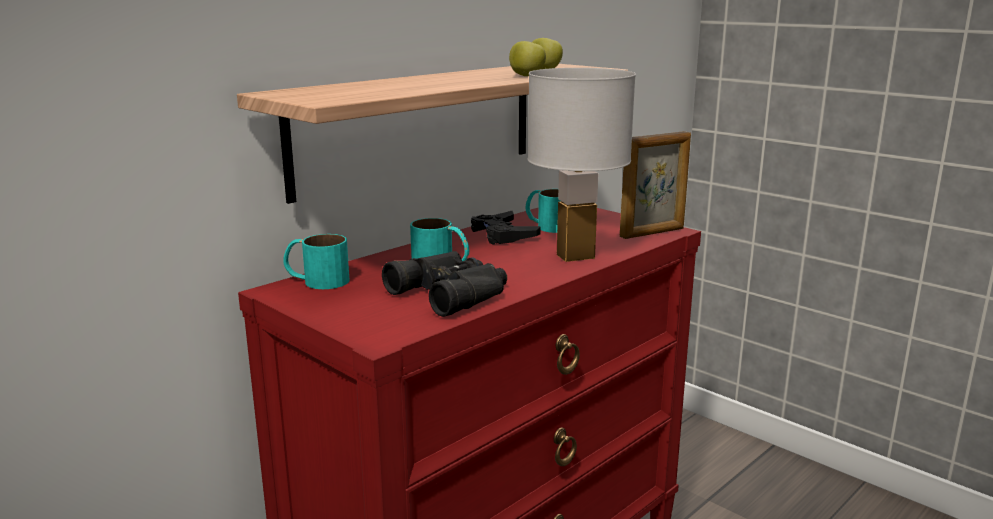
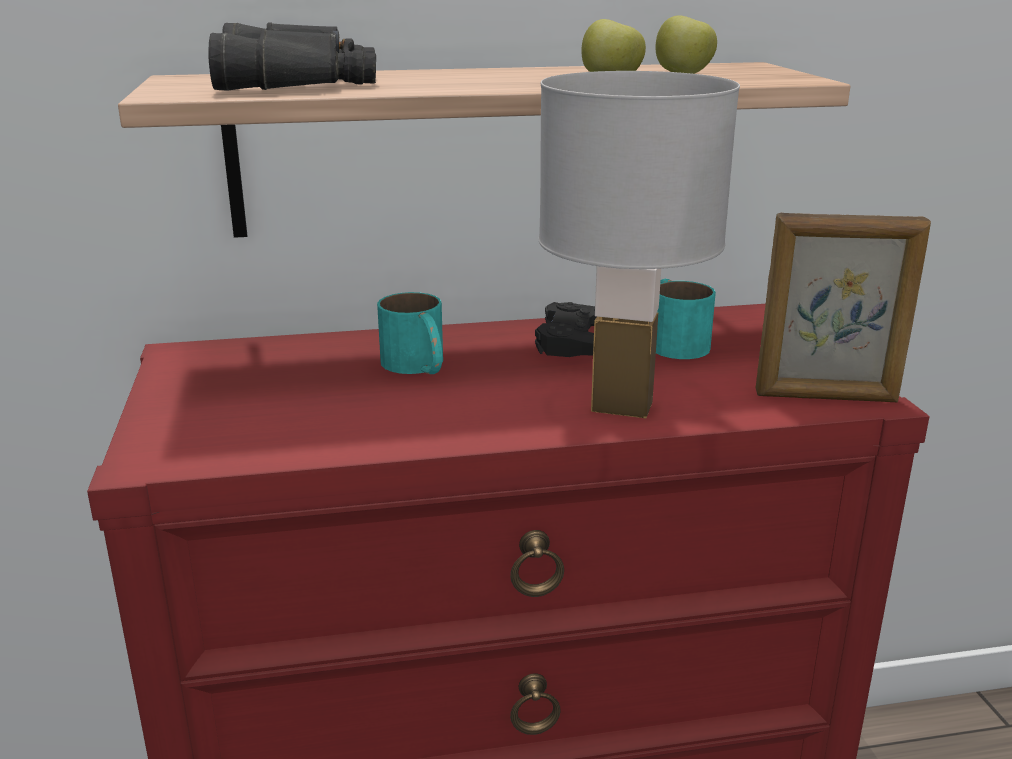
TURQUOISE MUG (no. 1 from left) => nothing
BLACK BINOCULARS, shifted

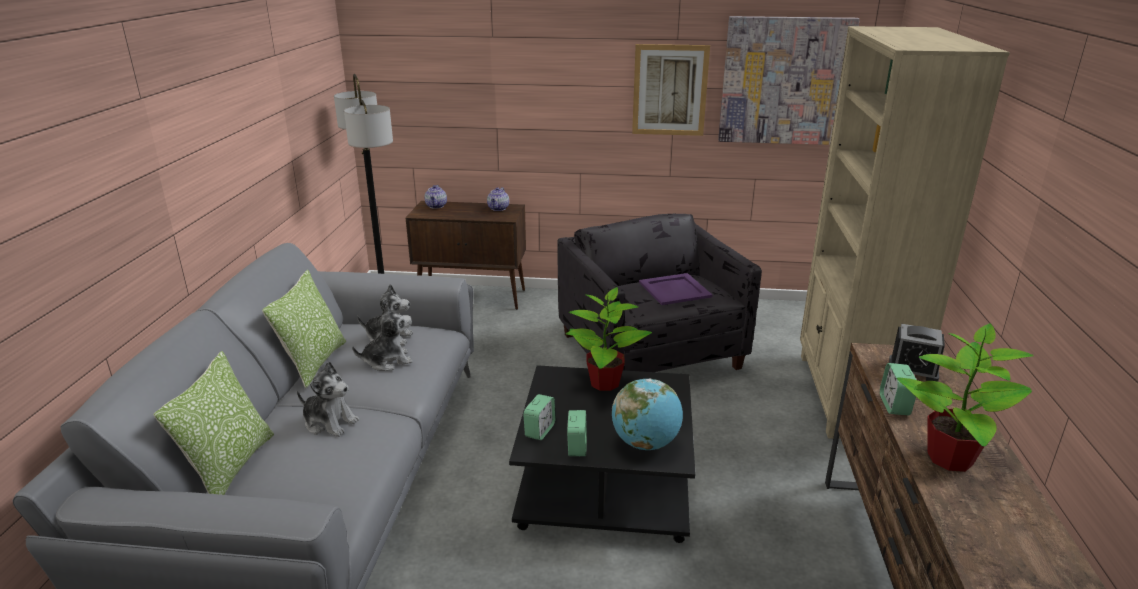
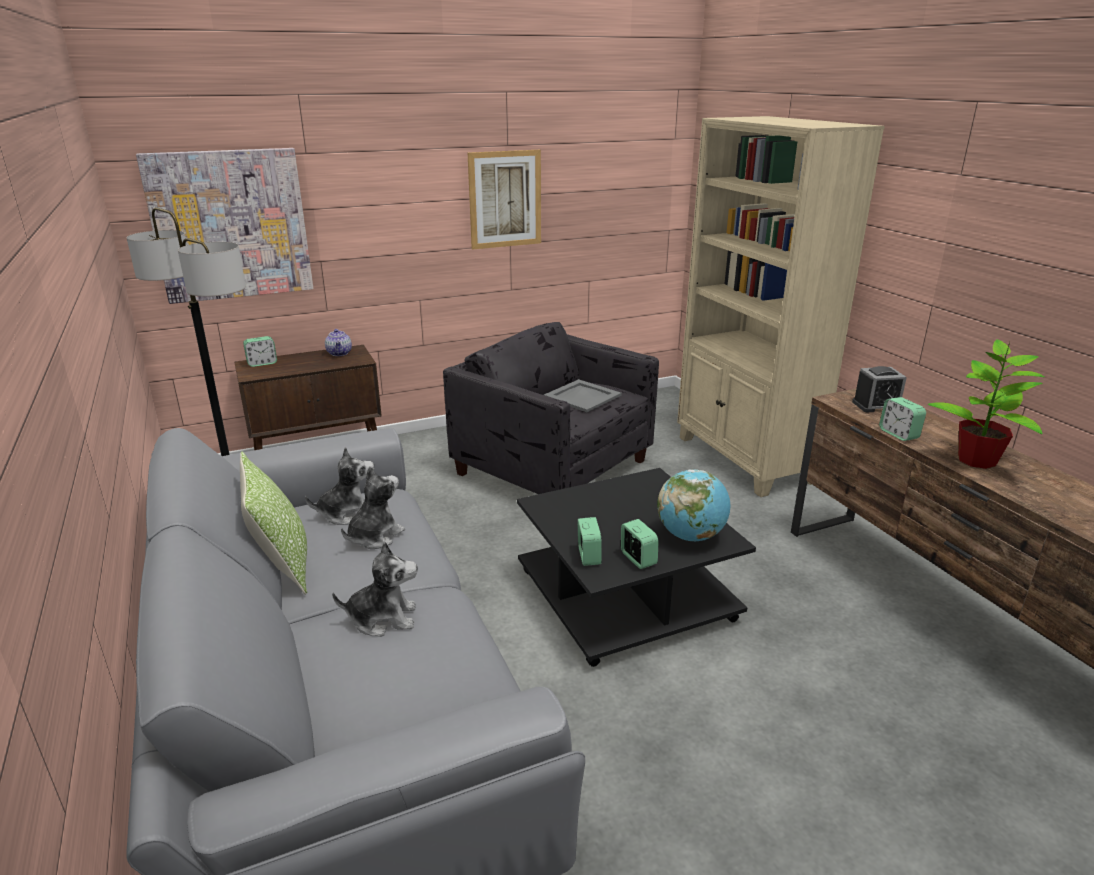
PILLOW (no. 1 from left) => nothing
TEAPOT (no. 1 from left) => ALARM CLOCK (no. 1 from left)
POTTED PLANT (no. 1 from left) => nothing
PURPLE TRAY => GREY TRAY
PICTURE (no. 2 from left in the first image) => PICTURE (no. 1 from left), shifted

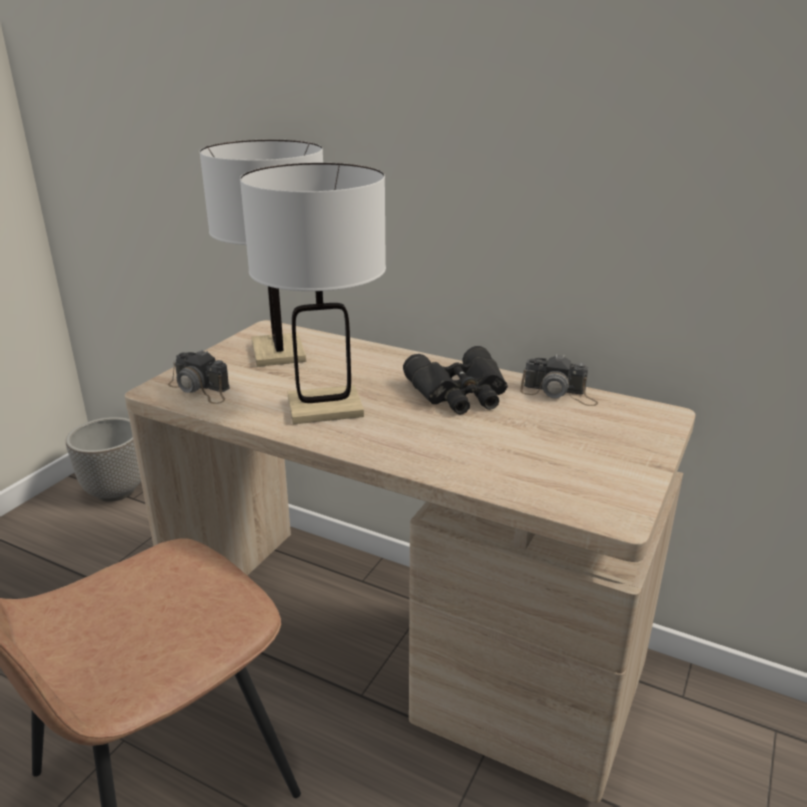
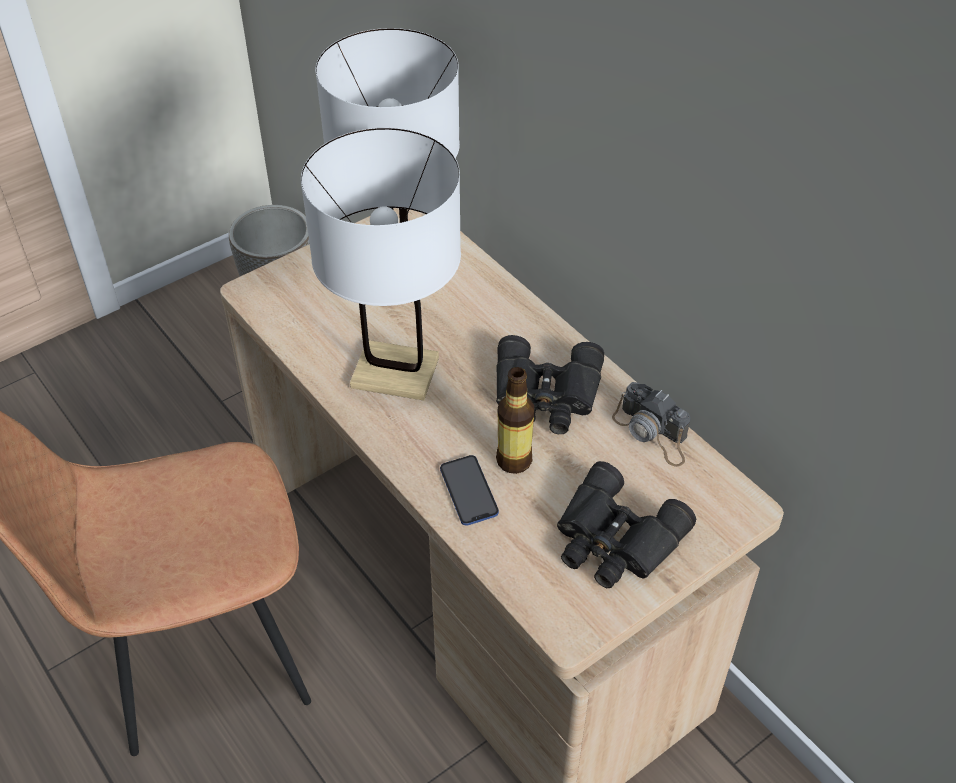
PHOTO CAMERA (no. 1 from left) => nothing
nothing => PHONE
nothing => BOTTLE
nothing => BLACK BINOCULARS (no. 2 from left)

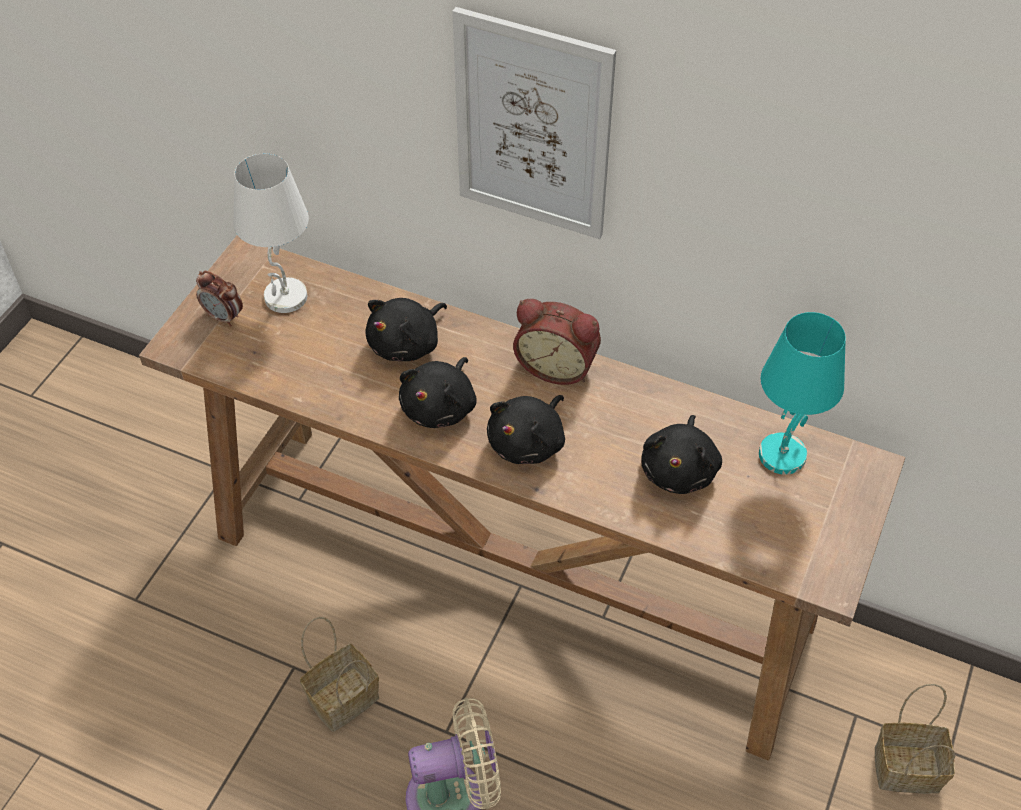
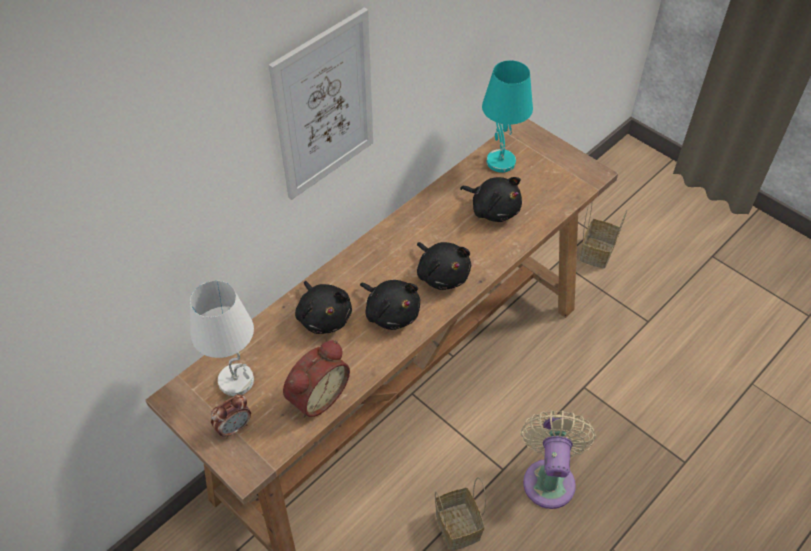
ALARM CLOCK (no. 2 from left), shifted

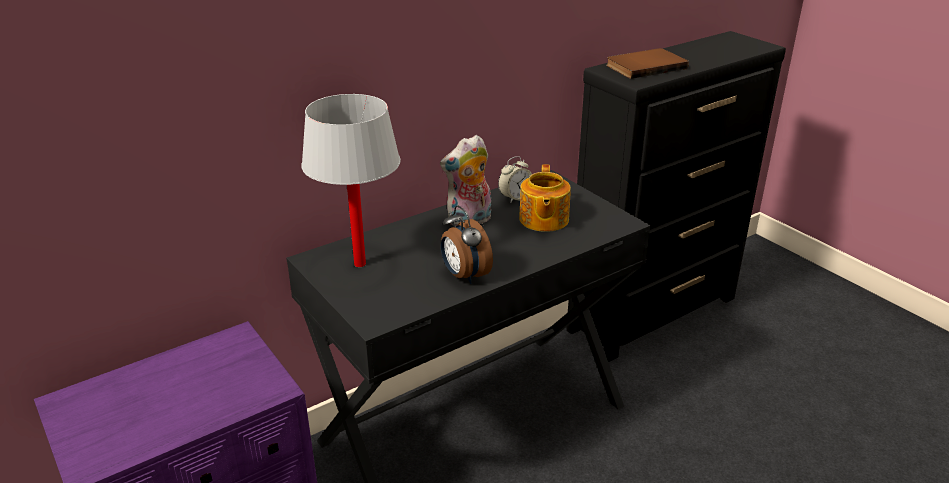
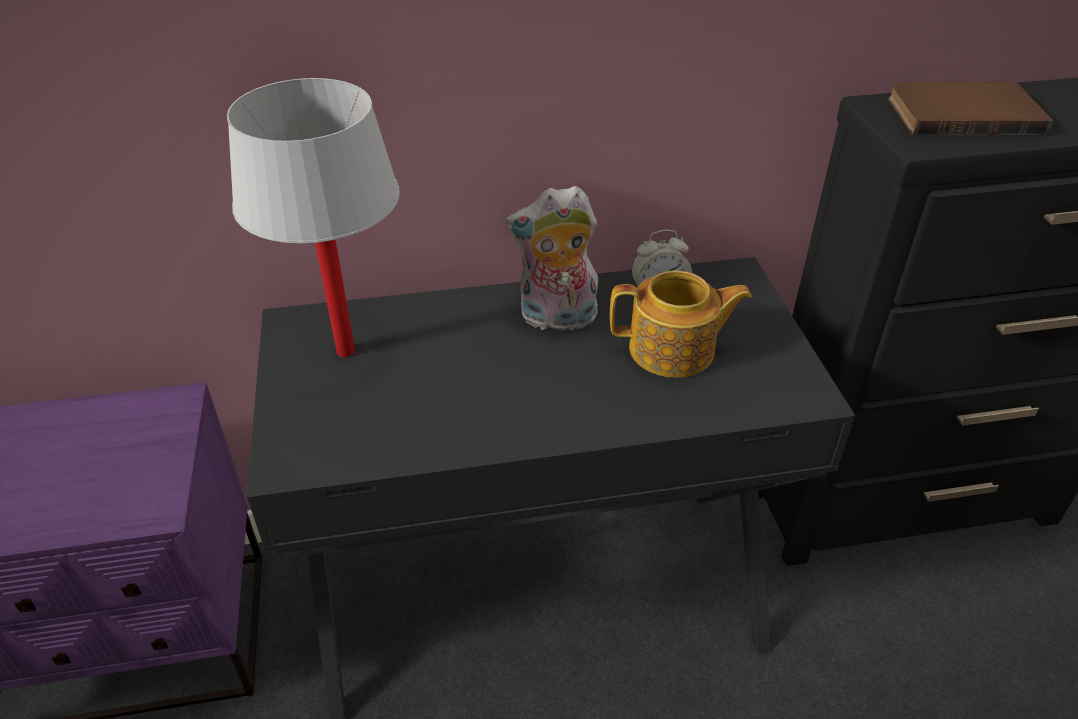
ALARM CLOCK (no. 1 from left) => nothing
TEAPOT, 120 degrees counterclockwise

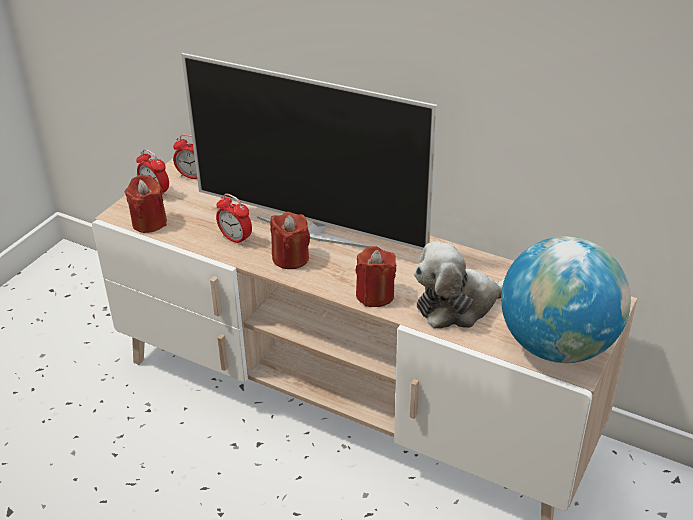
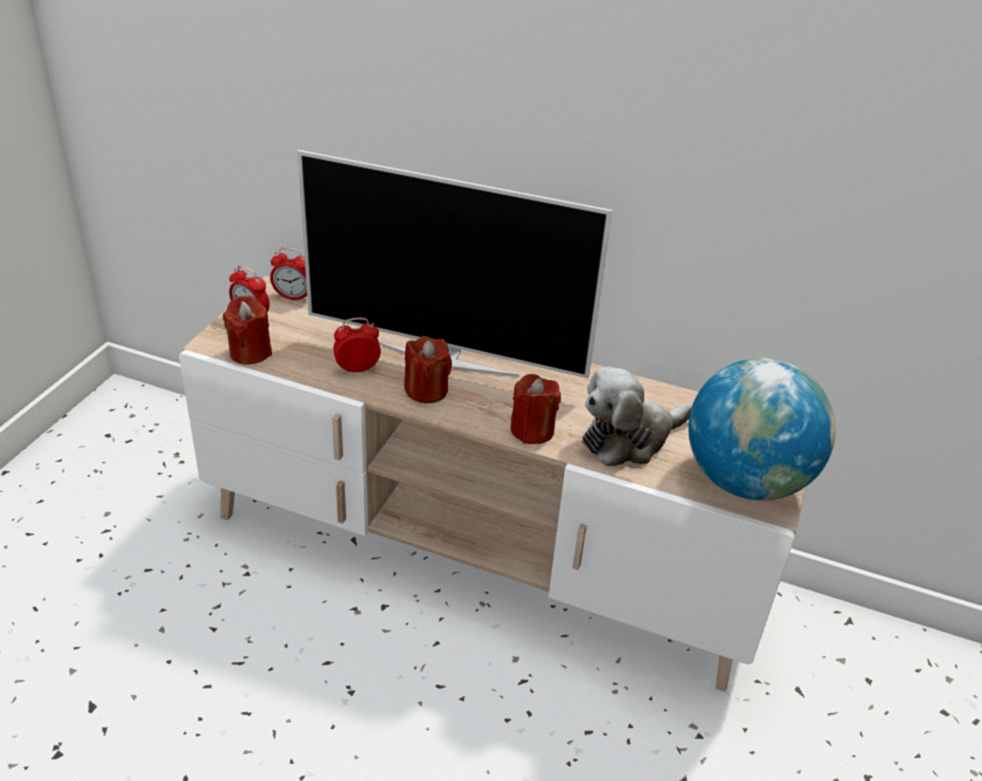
ALARM CLOCK (no. 3 from left), 135 degrees clockwise

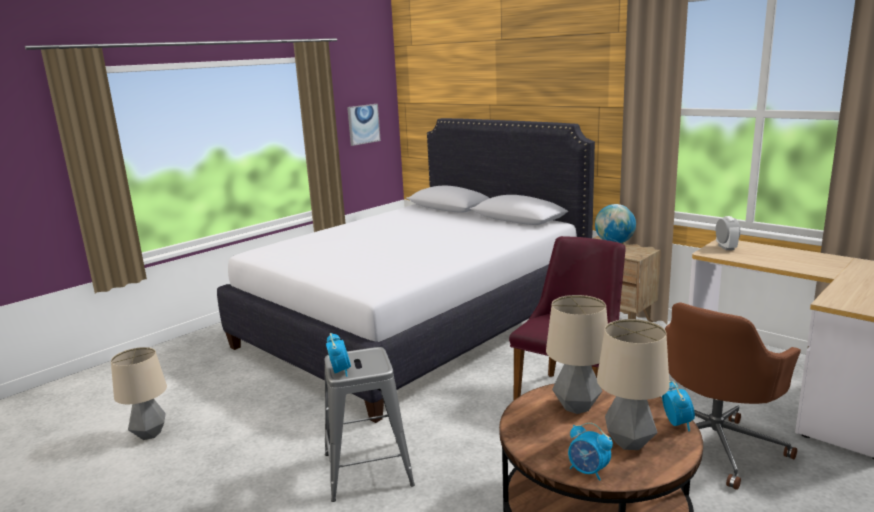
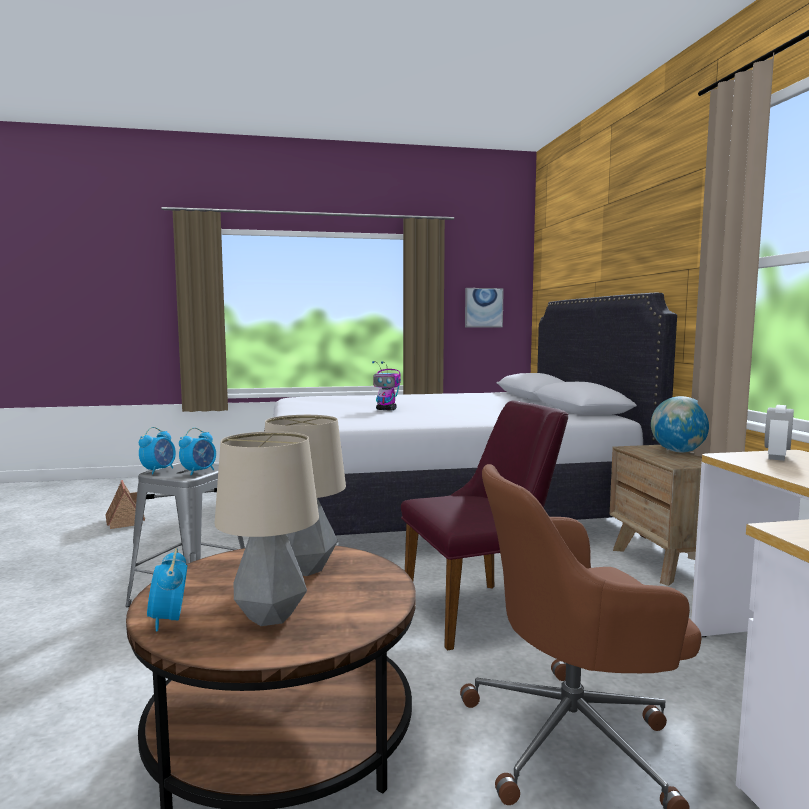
TABLE LAMP (no. 1 from left) => TOY HOUSE
ALARM CLOCK (no. 3 from left), shifted
nothing => TOY ROBOT

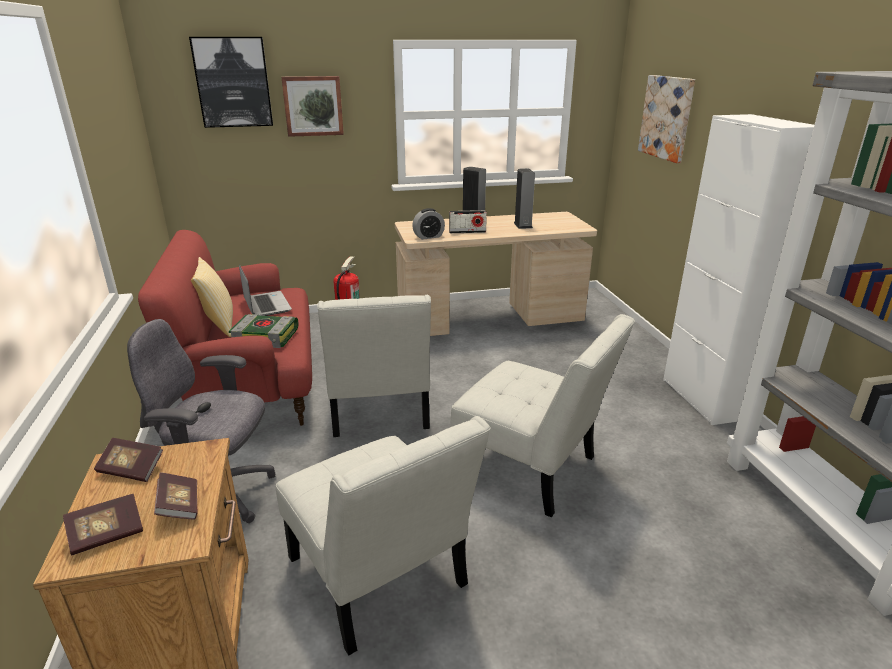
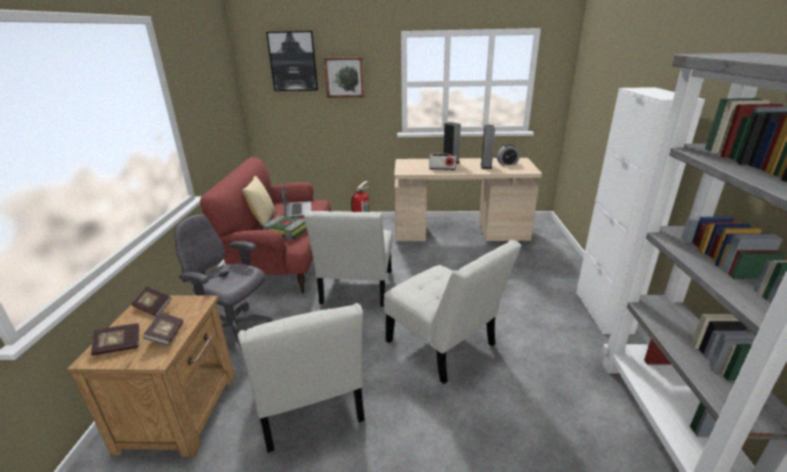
ALARM CLOCK, shifted
PICTURE (no. 3 from left) => nothing

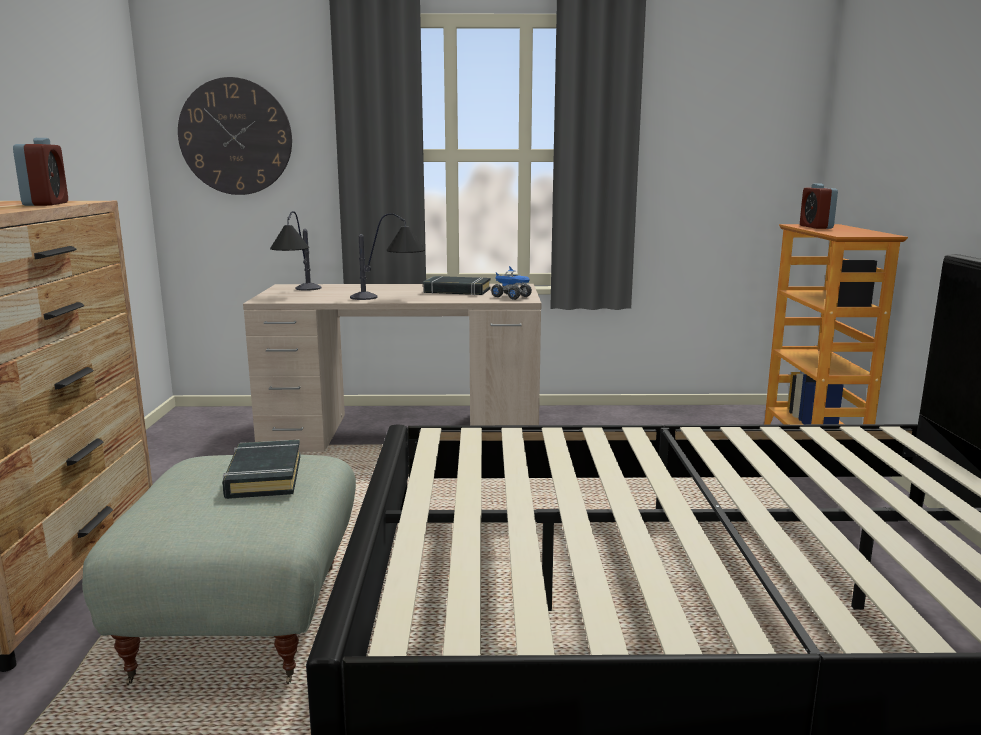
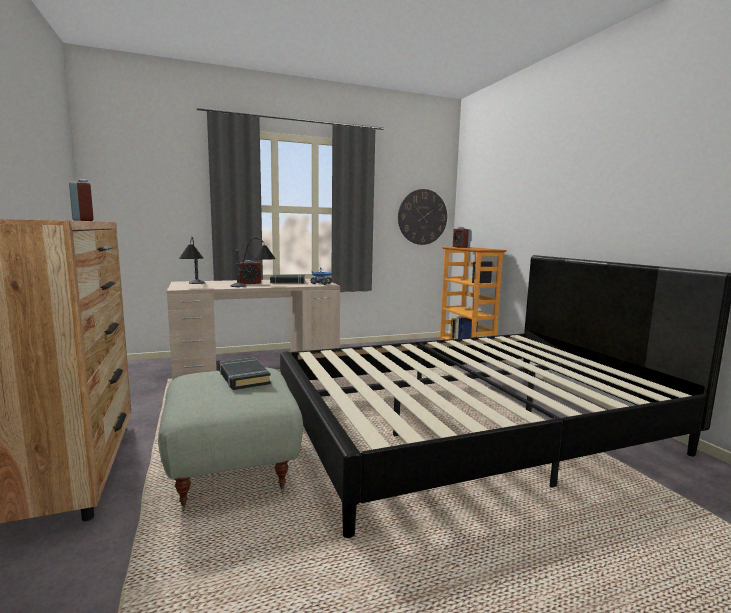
WALL CLOCK, shifted
nothing => ALARM CLOCK (no. 2 from left)

